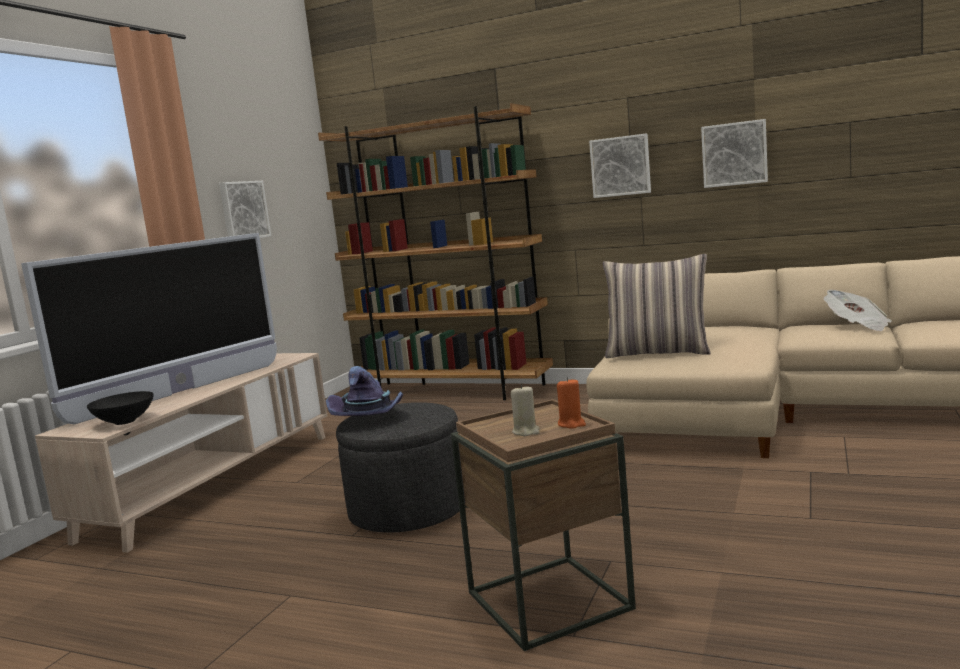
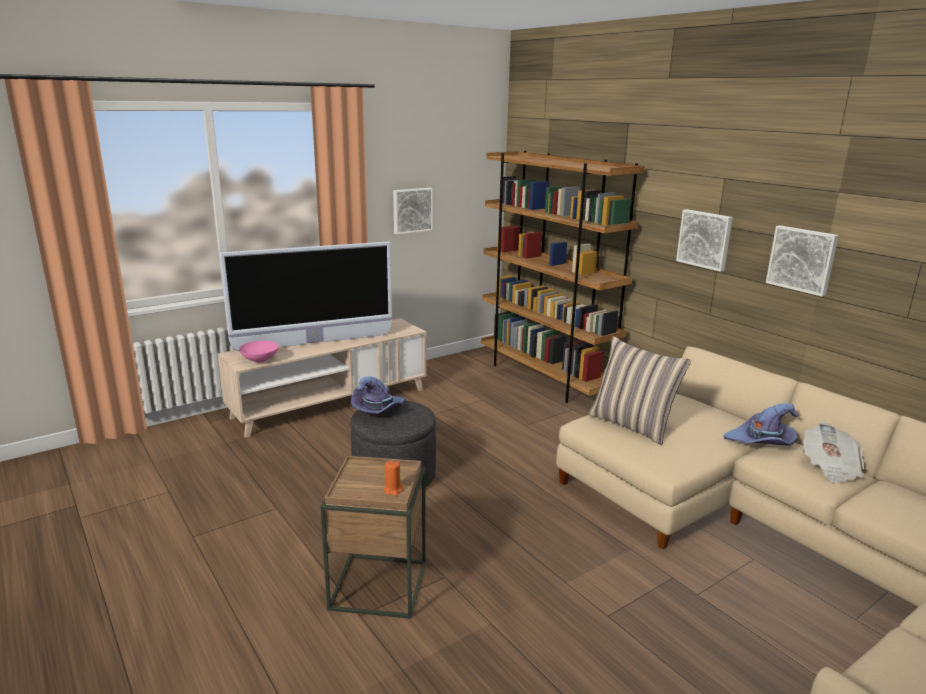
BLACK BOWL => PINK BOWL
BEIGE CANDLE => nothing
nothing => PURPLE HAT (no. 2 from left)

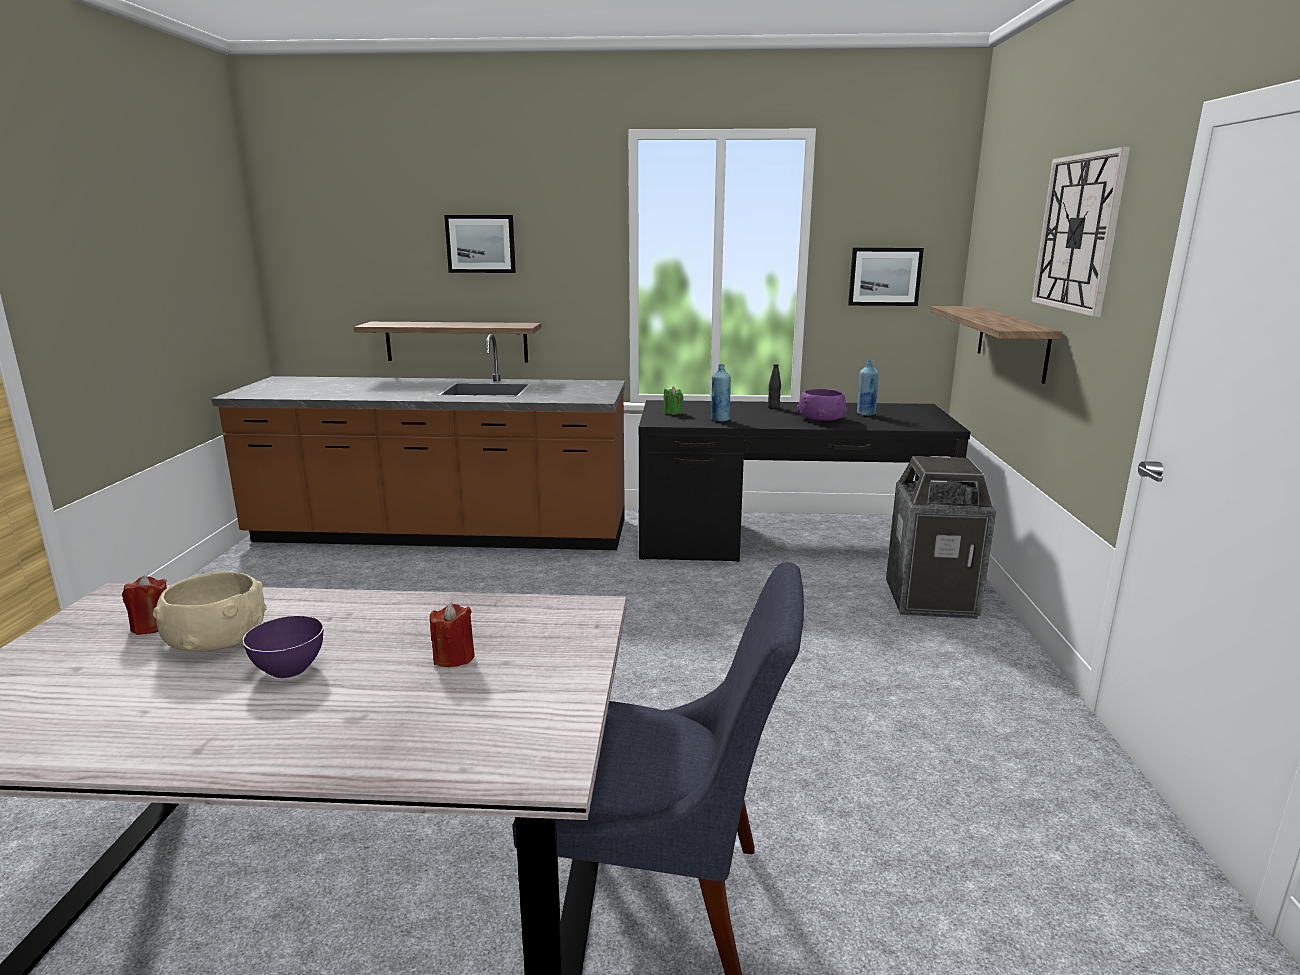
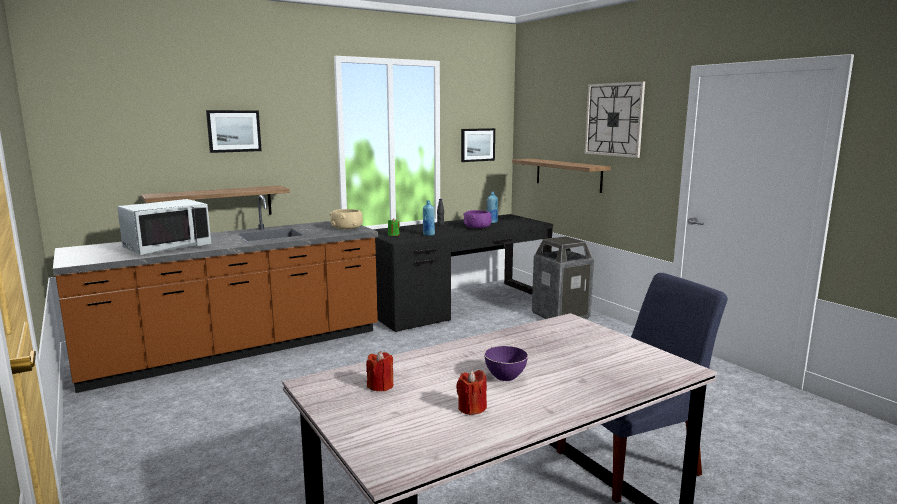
BEIGE BOWL, shifted
RED CANDLE (no. 2 from left), shifted
nothing => WHITE MICROWAVE

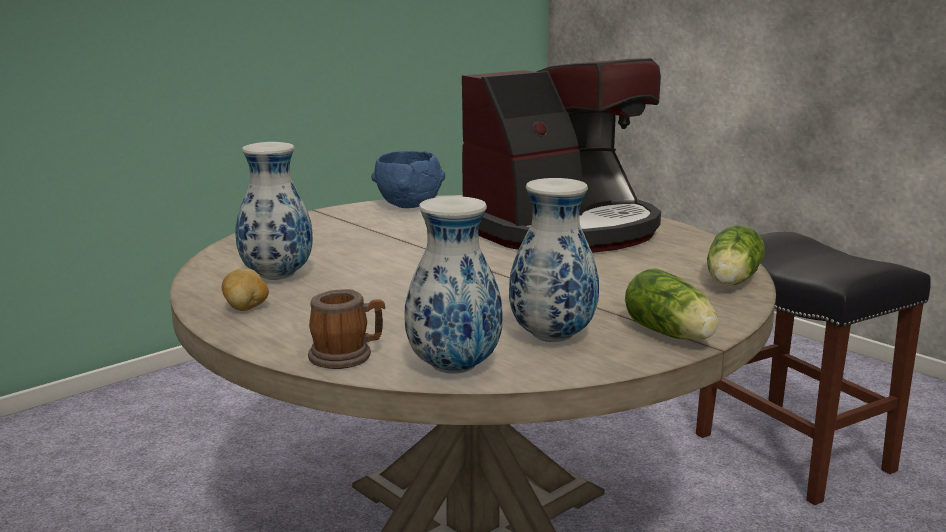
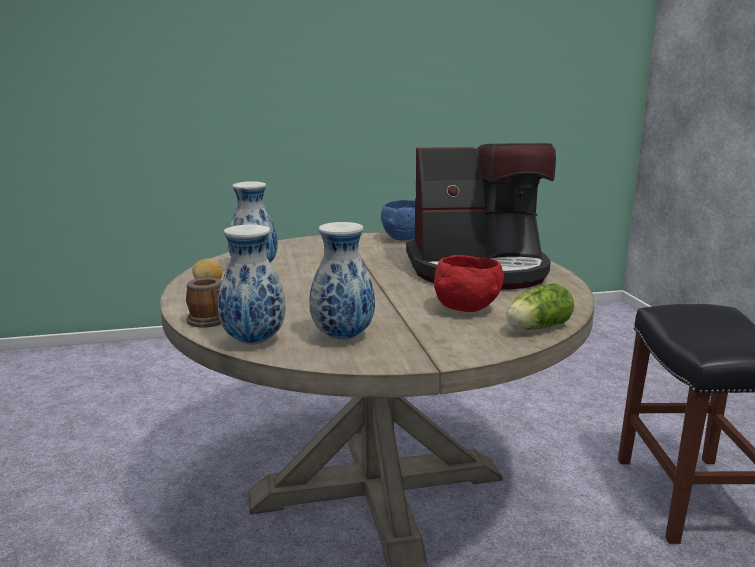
LETTUCE (no. 1 from left) => nothing
nothing => RED BOWL

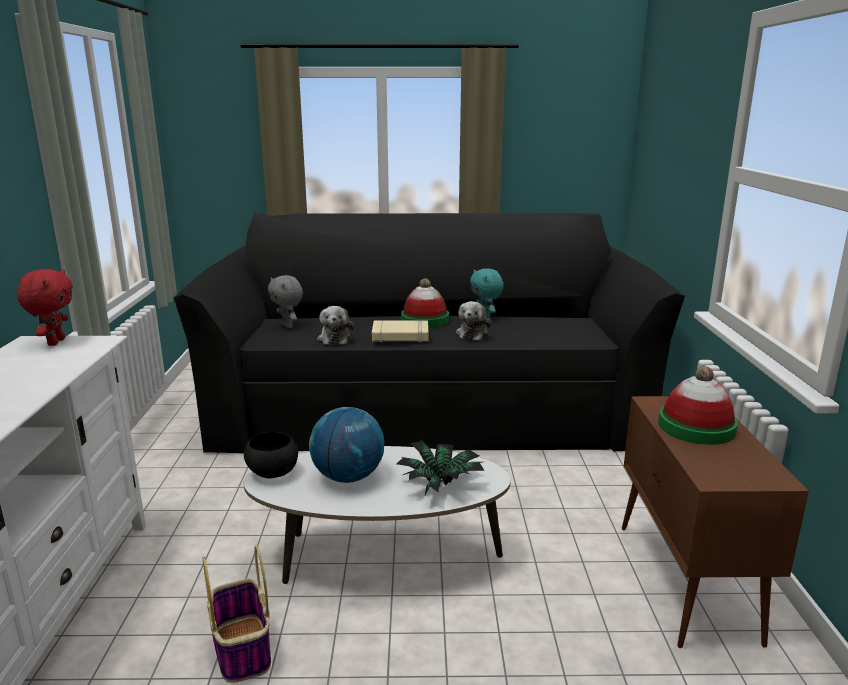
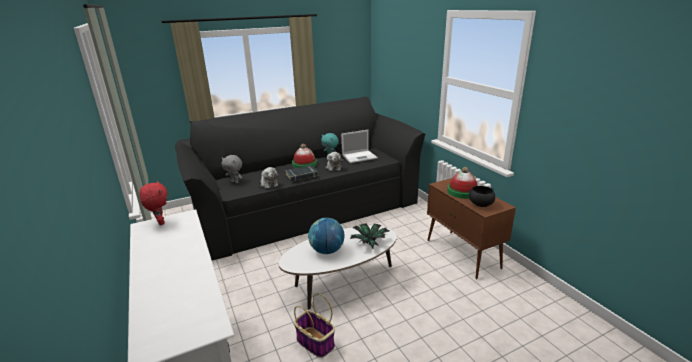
BLACK BOWL, shifted
BEIGE BOOK => BLACK BOOK
nothing => LAPTOP

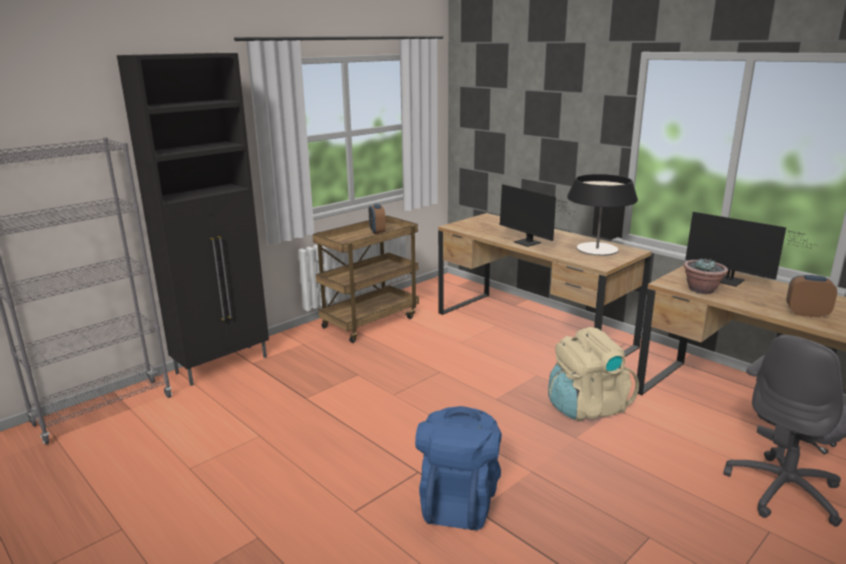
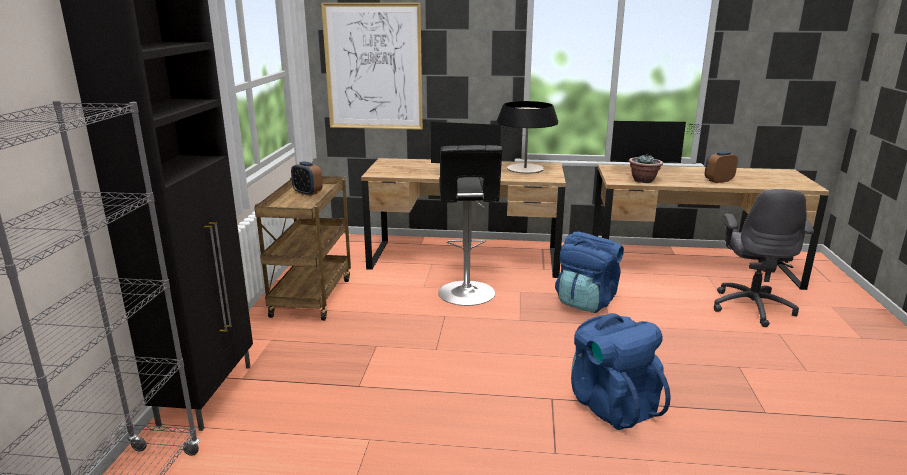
BEIGE BACKPACK => BLUE BACKPACK (no. 1 from left)
nothing => PICTURE
nothing => BLACK STOOL

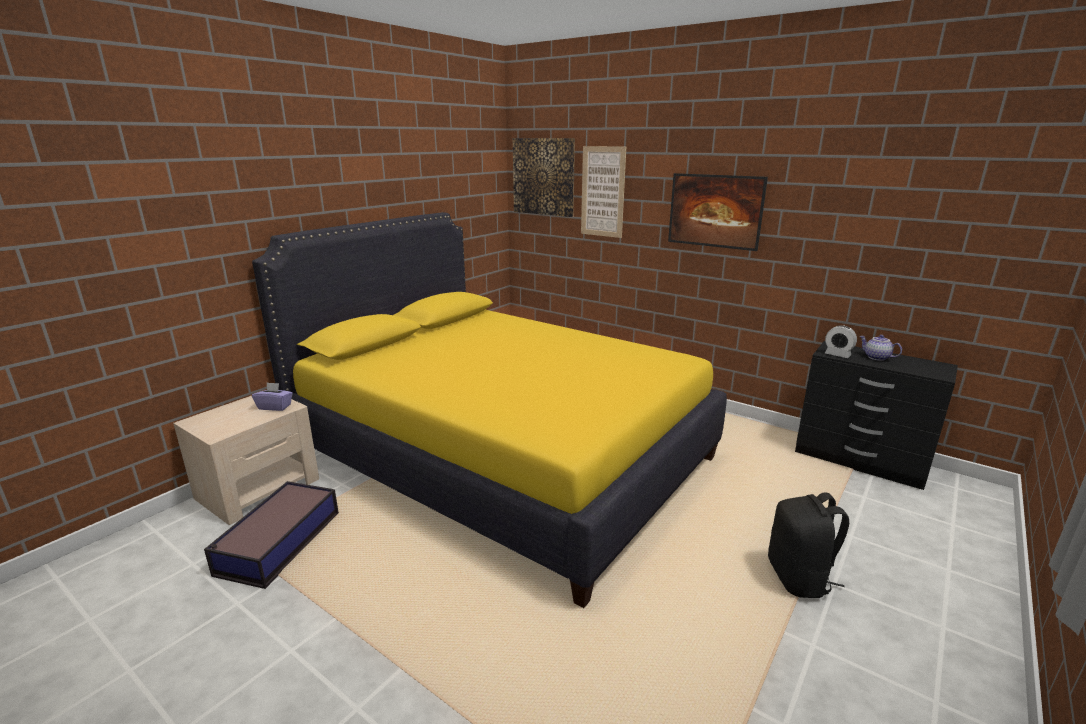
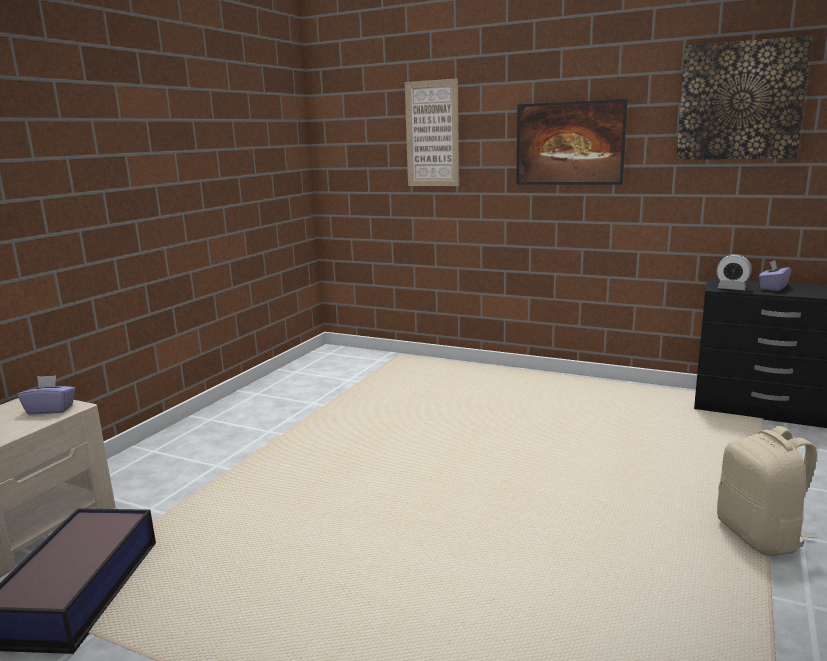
YELLOW BED => nothing
PICTURE (no. 1 from left in the first image) => PICTURE (no. 3 from left), shifted
BLACK BACKPACK => BEIGE BACKPACK
TEAPOT => PURPLE TISSUE BOX (no. 2 from left)

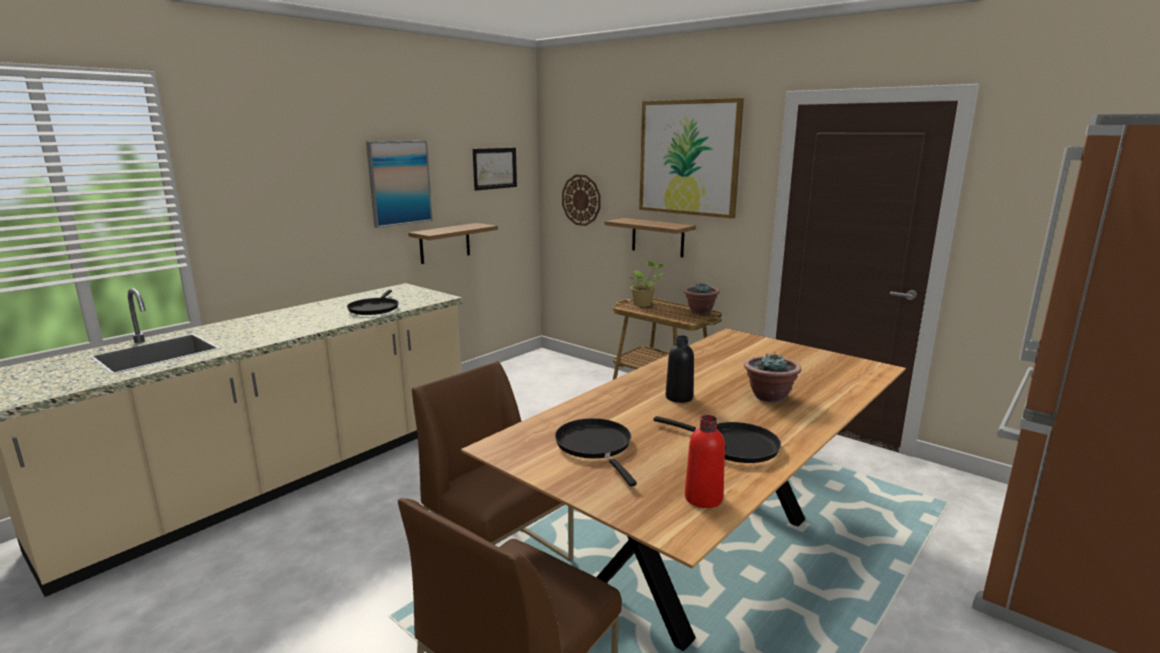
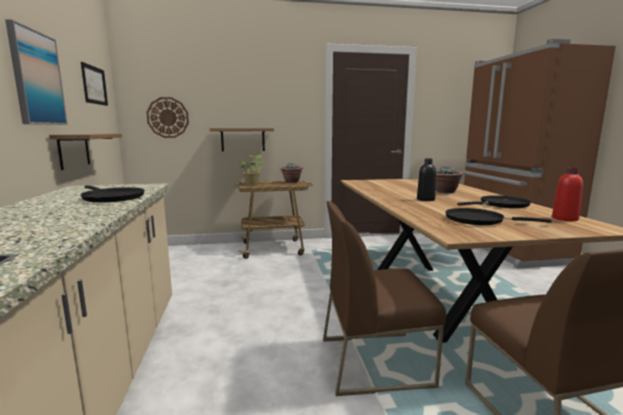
PICTURE (no. 3 from left) => nothing

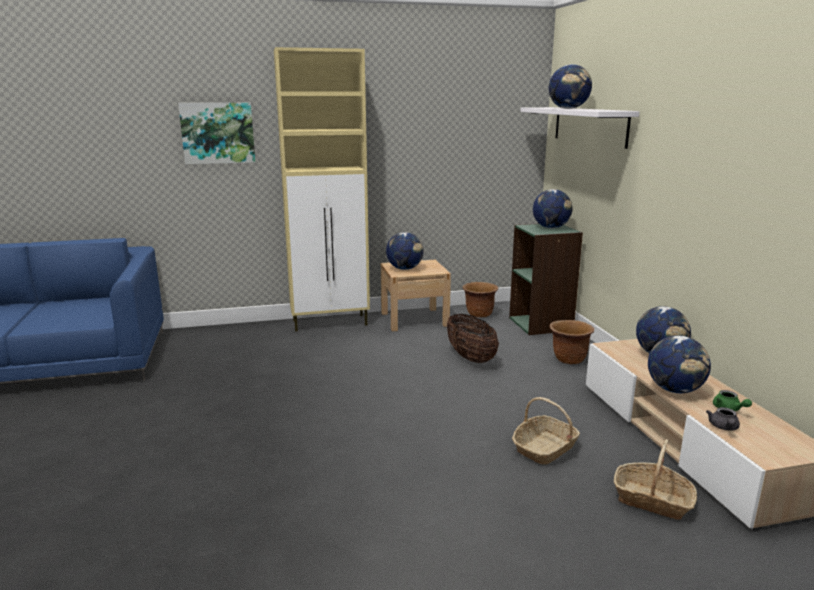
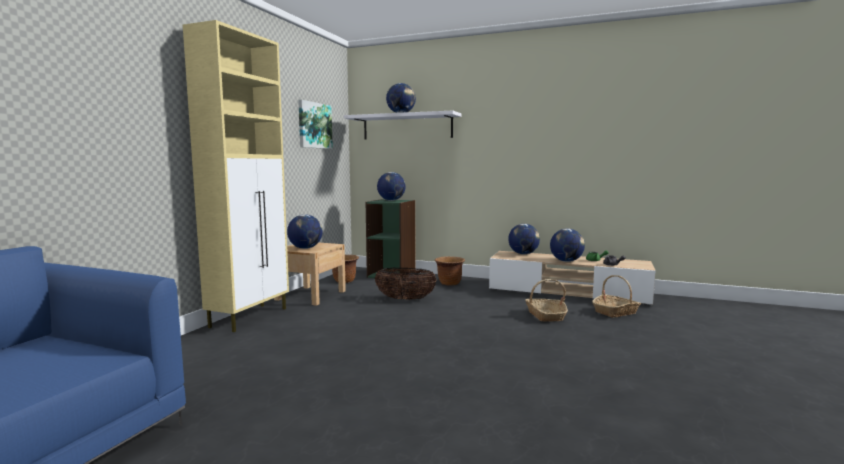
PICTURE, shifted

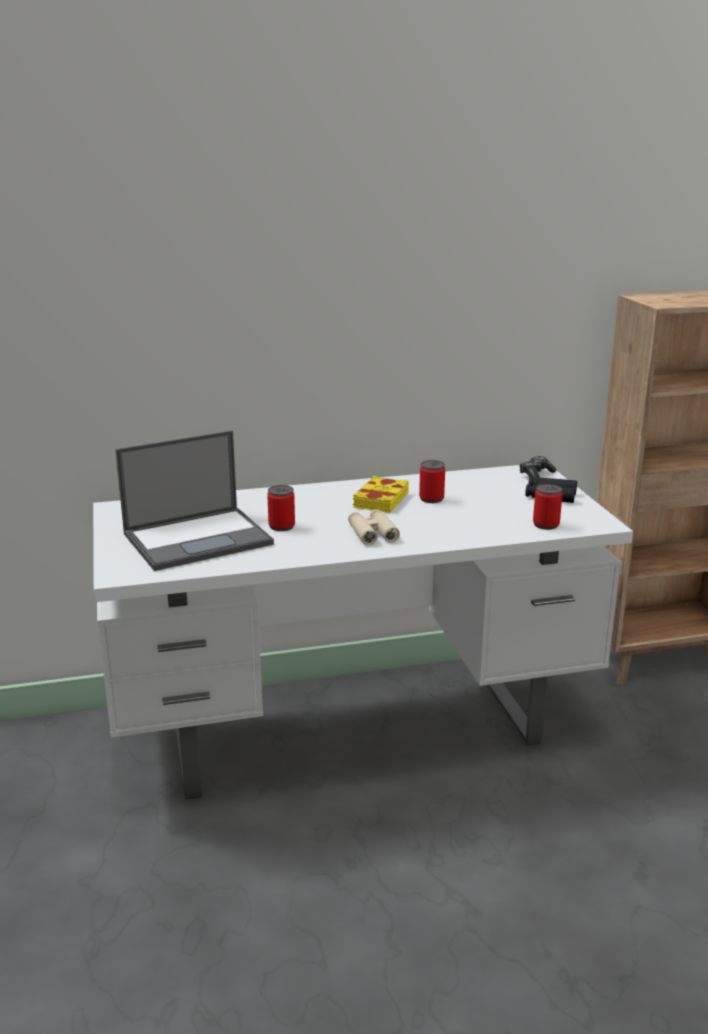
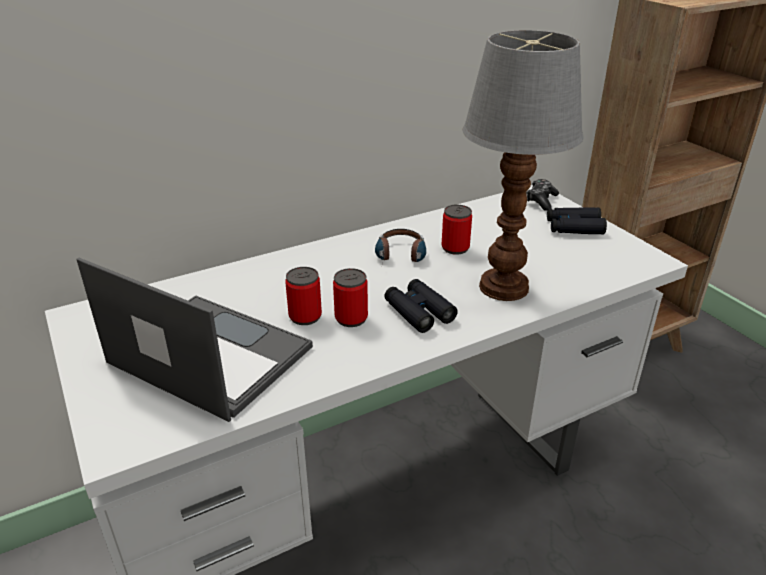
LAPTOP, 105 degrees counterclockwise
BEIGE BINOCULARS => BLACK BINOCULARS (no. 1 from left)
YELLOW BOOK => HEADPHONES
CAN (no. 3 from left in the first image) => CAN (no. 2 from left), shifted
nothing => TABLE LAMP

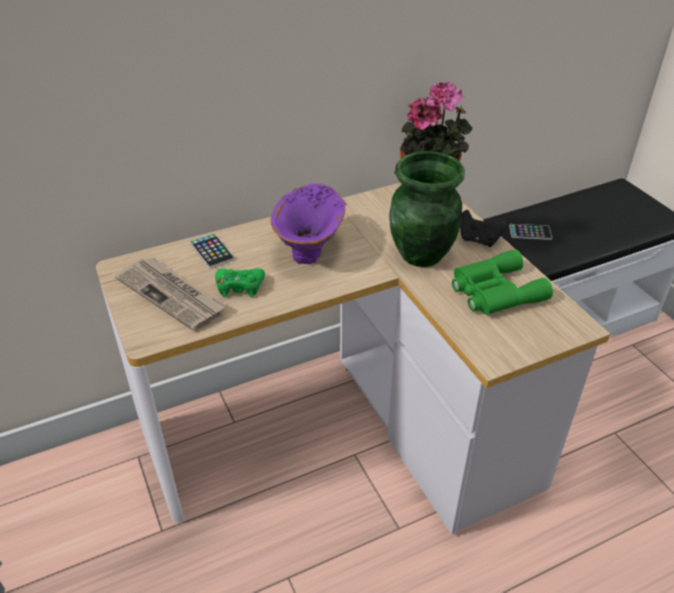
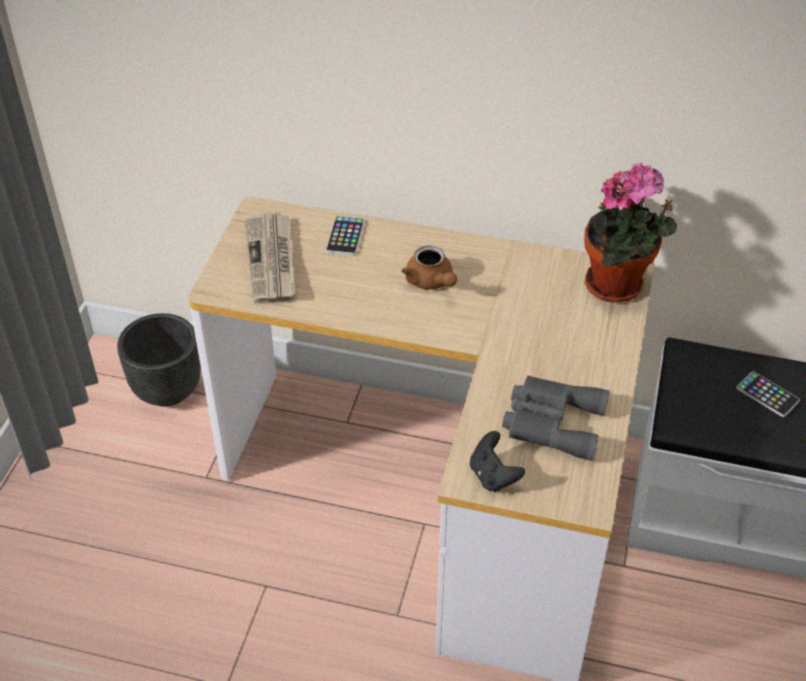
GREEN GAME CONTROLLER => nothing
PURPLE VASE => BROWN TEAPOT
GREEN VASE => nothing
GREEN BINOCULARS => GREY BINOCULARS
BLACK GAME CONTROLLER, shifted
nothing => BLACK PLANTER

